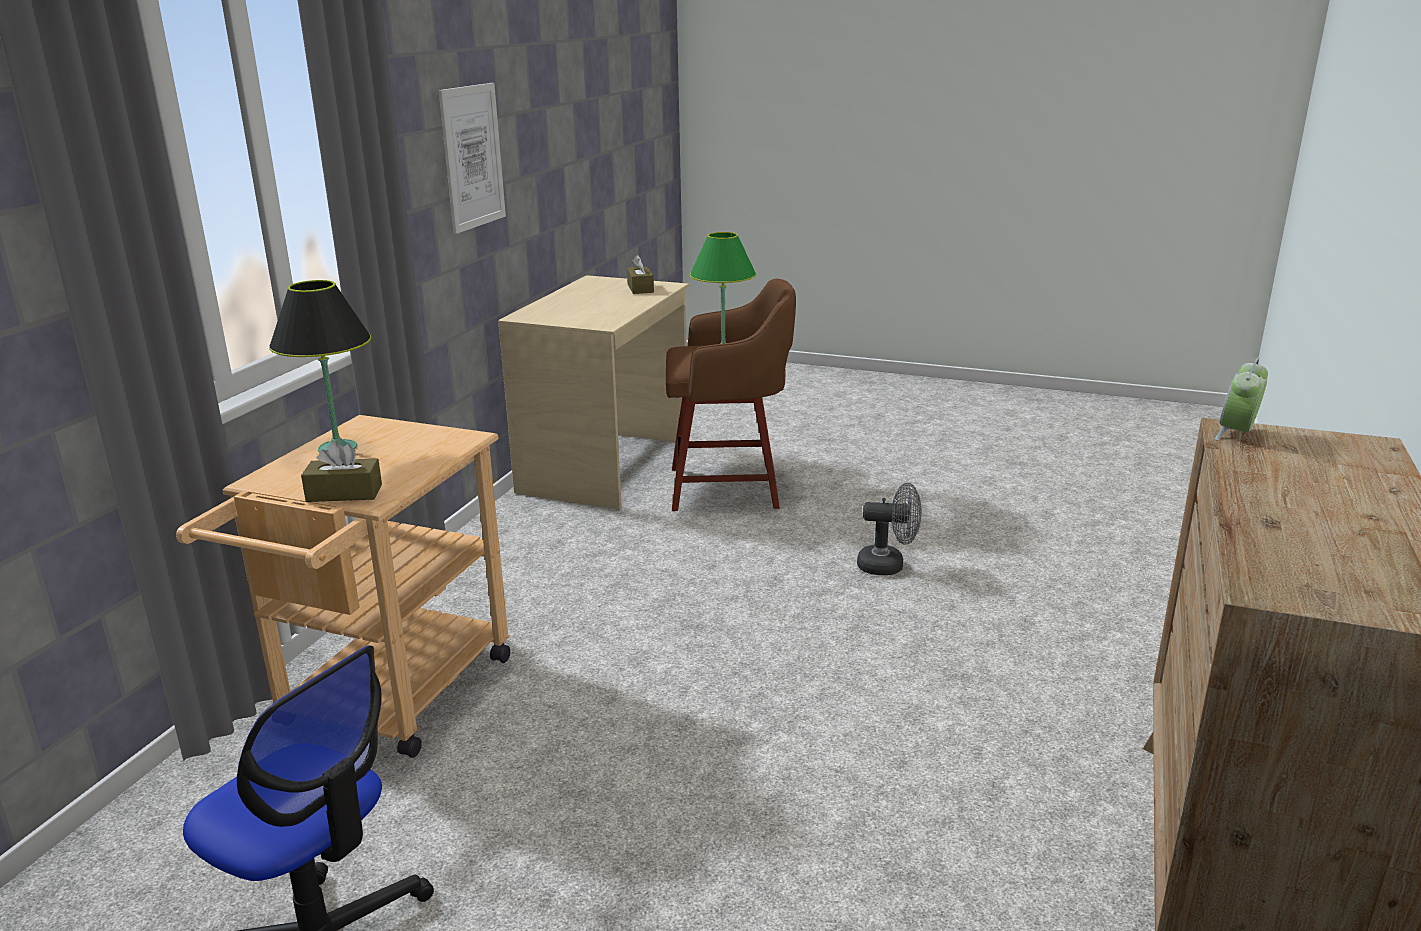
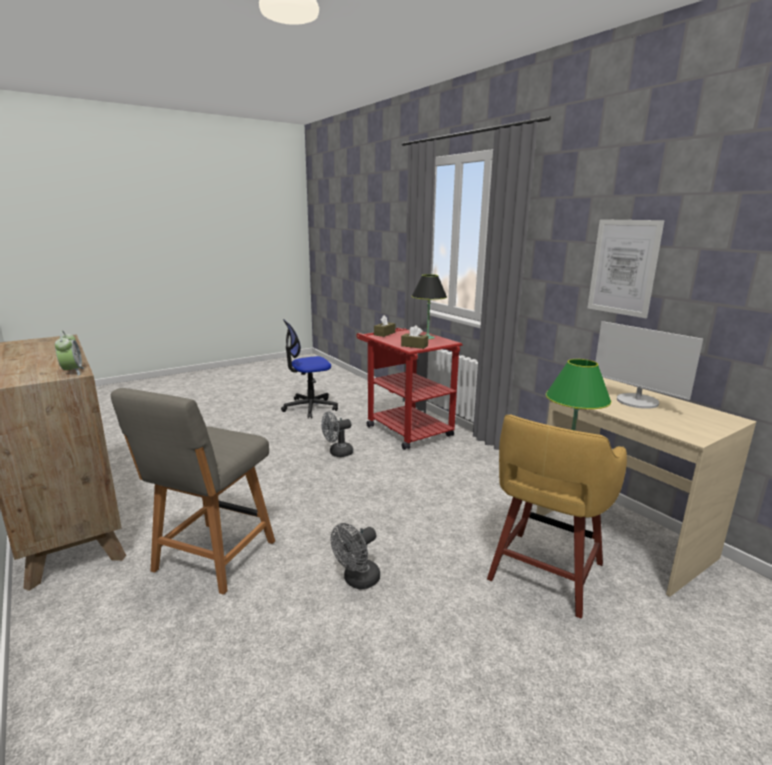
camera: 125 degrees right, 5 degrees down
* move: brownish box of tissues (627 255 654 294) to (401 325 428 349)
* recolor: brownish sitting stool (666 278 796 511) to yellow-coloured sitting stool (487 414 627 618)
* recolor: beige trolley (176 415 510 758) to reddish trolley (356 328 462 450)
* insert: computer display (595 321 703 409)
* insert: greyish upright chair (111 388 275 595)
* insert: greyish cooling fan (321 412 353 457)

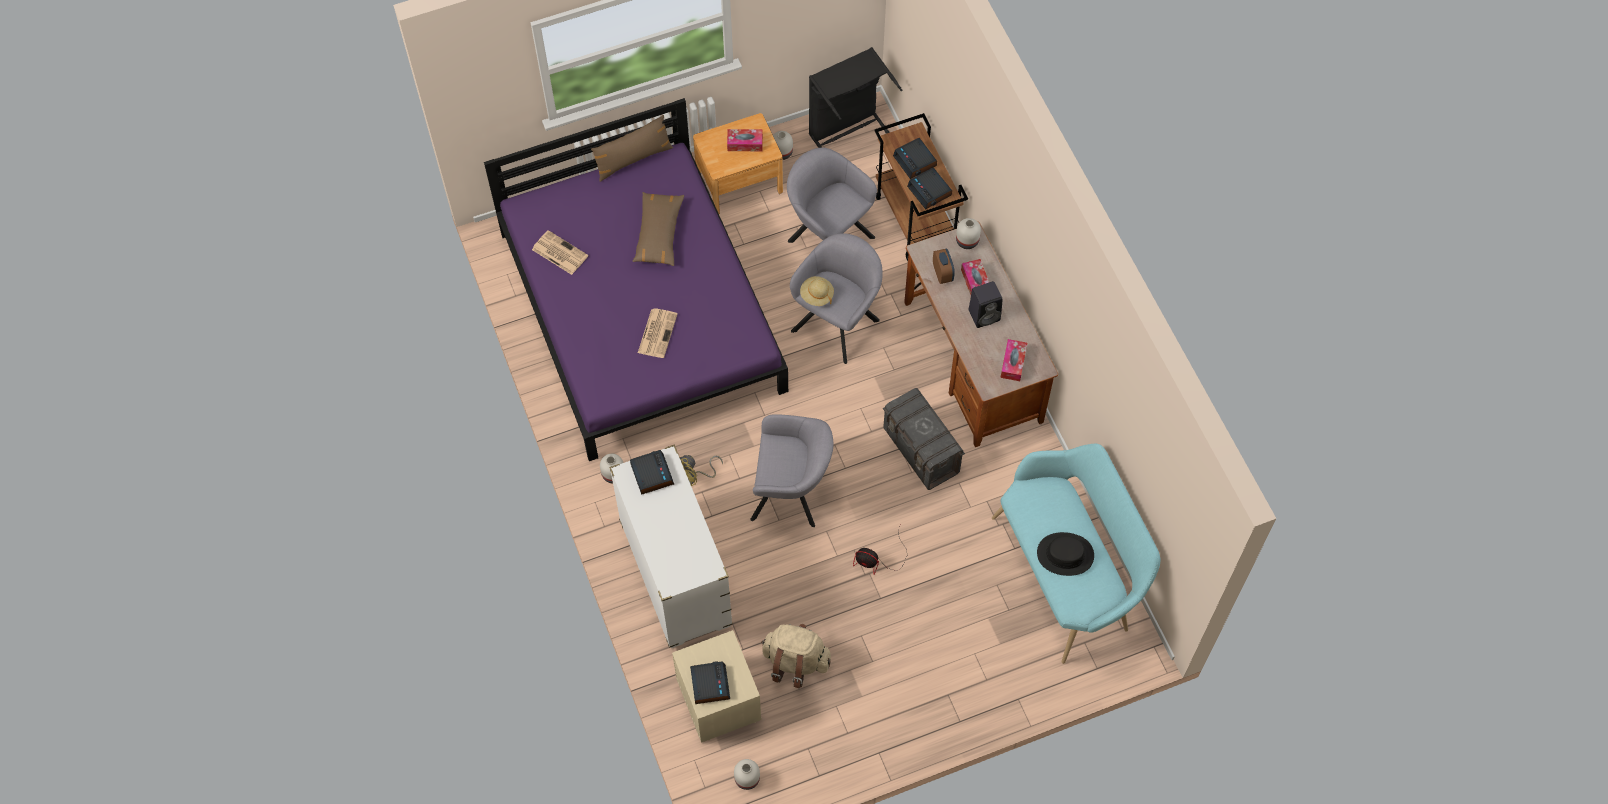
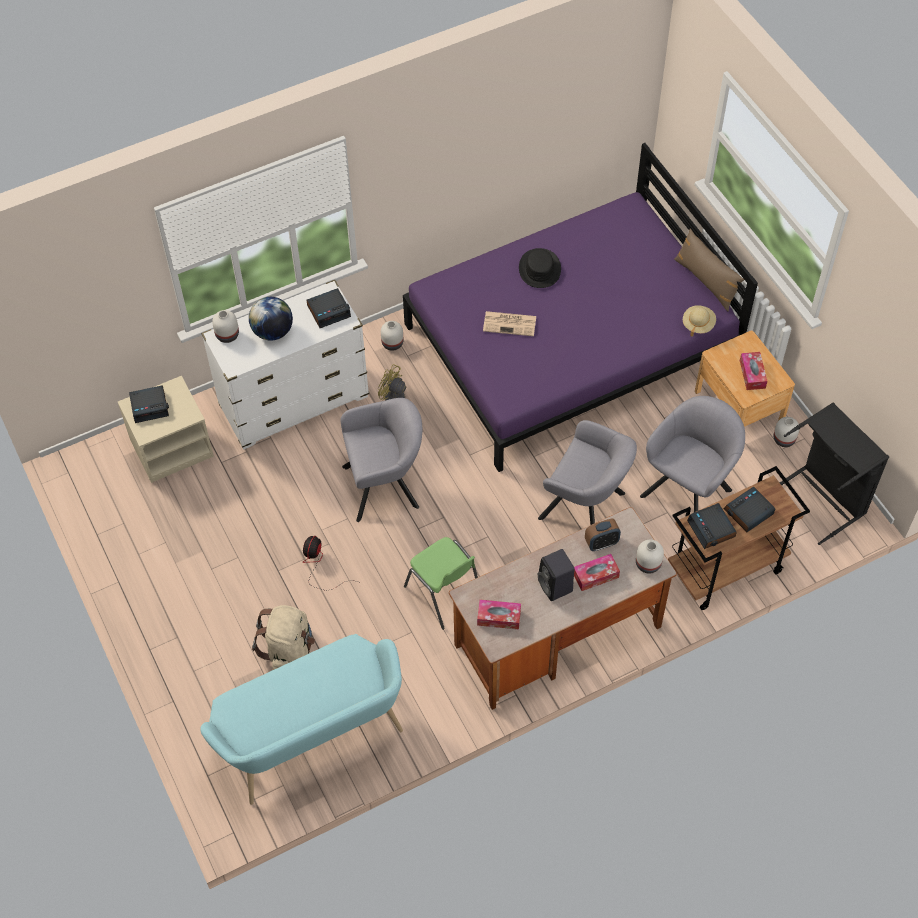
camera: 85 degrees right, 5 degrees down
* rotate: bedside clock (907 167 952 209) = (687 503 737 549) 75 degrees counterclockwise
* delete: brownish pillow (633 192 684 266)
* delete: daily paper (532 230 588 275)
* move: beige wearable hat (800 276 834 306) to (683 305 716 336)
* replace: greyish storage container (883 388 965 490) to green upright chair (404 537 478 630)
* rotate: greyish easy chair (750 414 833 527) = (340 398 422 522) 105 degrees counterclockwise
* move: blackish wearable hat (1037 532 1094 576) to (519 248 561 288)
* move: beige backpack (761 624 831 688) to (252 605 315 670)
* move: white-coloured flower vase (734 759 760 790) to (212 310 239 343)
* insert: desk globe (249 297 293 341)

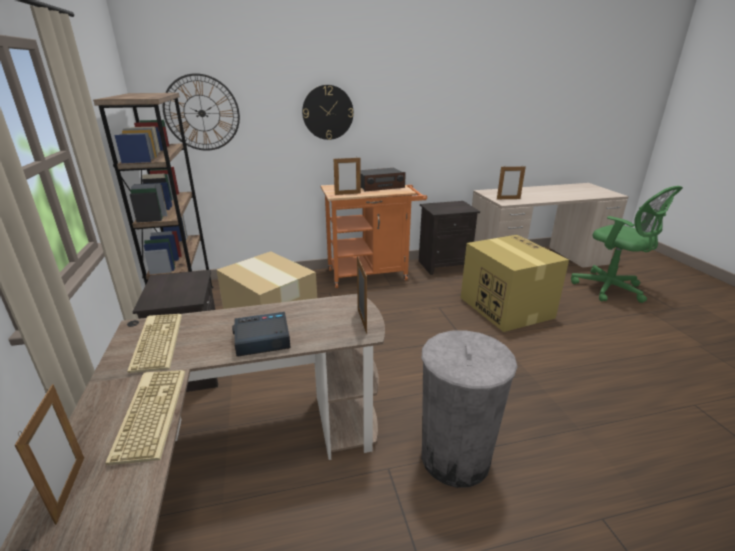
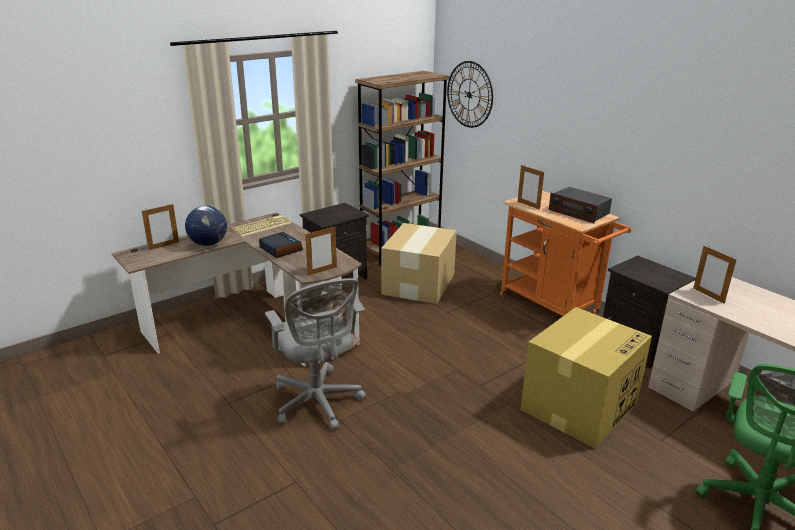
camera: 65 degrees right, 0 degrees up
* delete: wall clock (302 85 354 140)
* replace: greyish waste bin (421 330 518 488) to greyish computer chair (265 278 366 431)
* replace: PC keyboard (105 370 186 465) to desk globe (185 206 227 246)

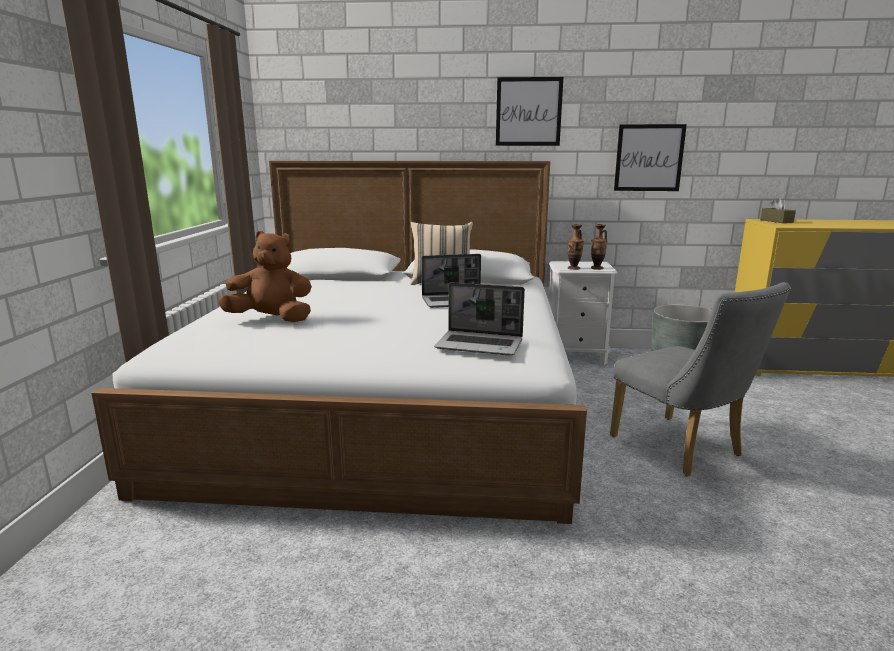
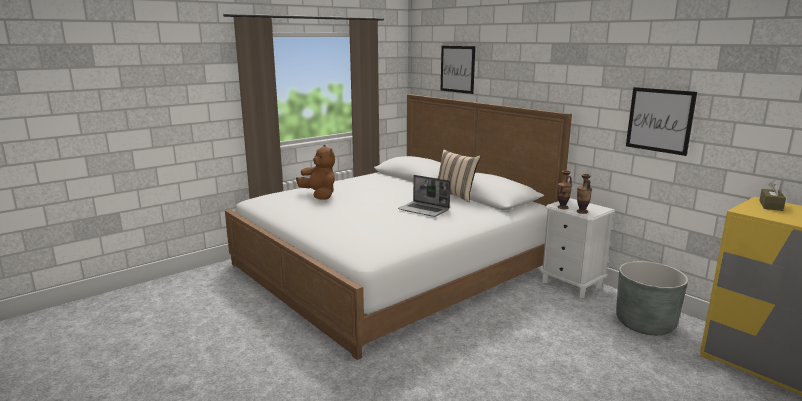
camera: 45 degrees right, 0 degrees up
* move: wall art (496 77 563 146) to (441 46 475 94)
* delete: notebook computer (434 282 525 356)
* delete: greyish upright chair (610 282 791 476)

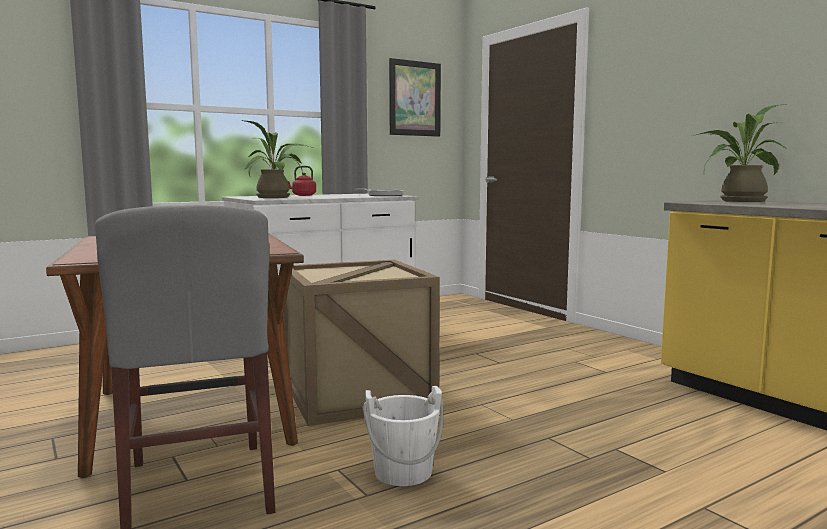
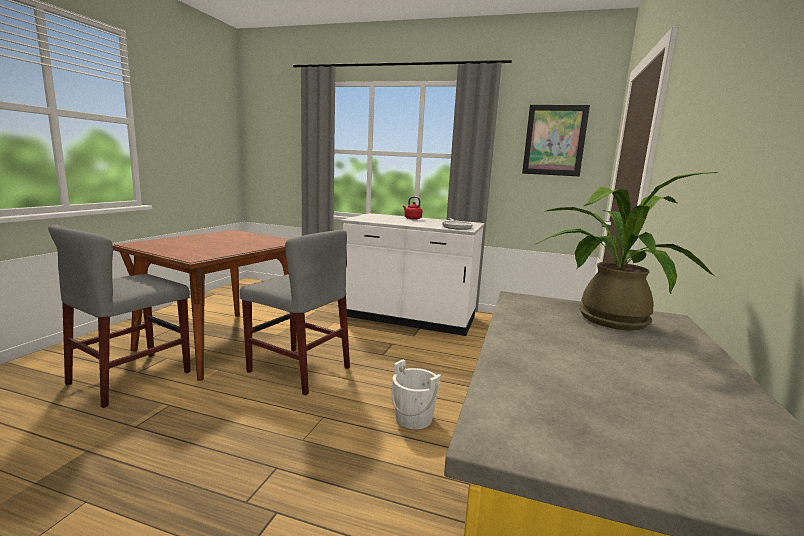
camera: 50 degrees right, 5 degrees up
* delete: plant in a pot (241 120 314 198)
* replace: shipping crate (283 260 440 426) to greyish upright chair (240 230 350 396)
* move: white-coloured water bucket (363 386 443 486) to (391 359 441 429)

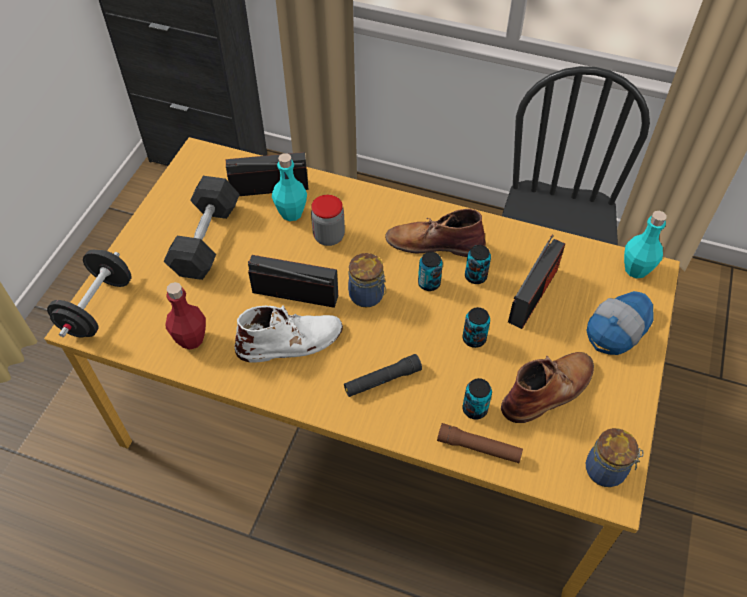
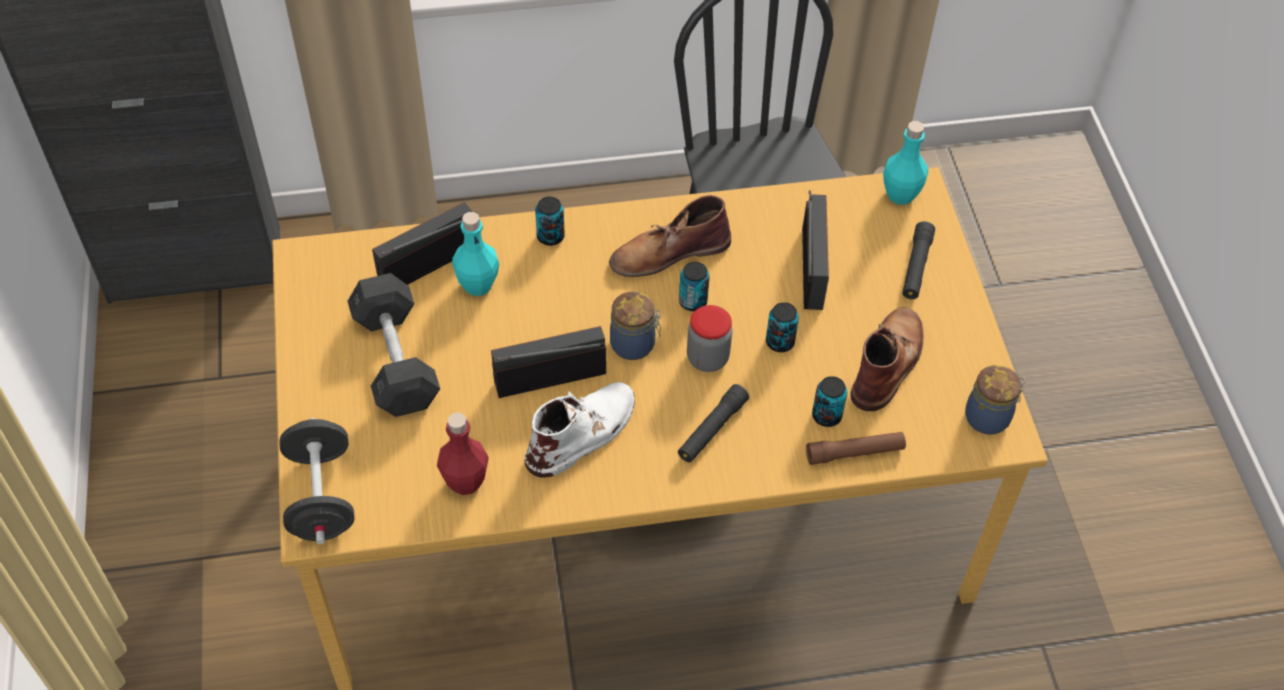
camera: 30 degrees left, 0 degrees up
* move: preserve jar (311 195 345 246) to (687 305 732 372)
* move: sealed can (465 245 491 284) to (535 197 565 246)
* replace: peaked cap (586 291 653 355) to blackish torch (902 221 935 299)

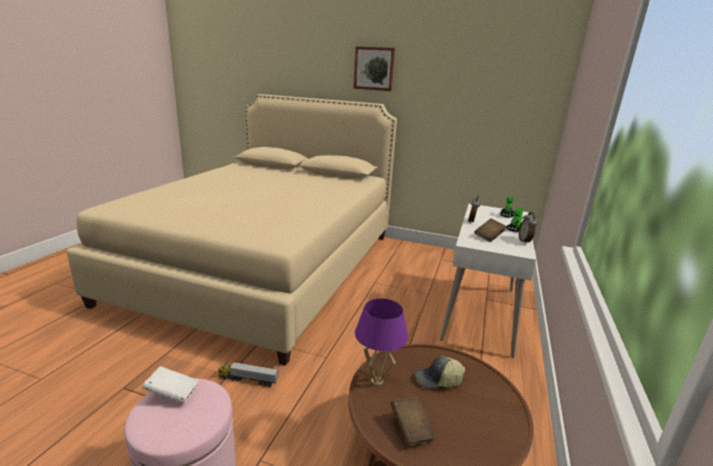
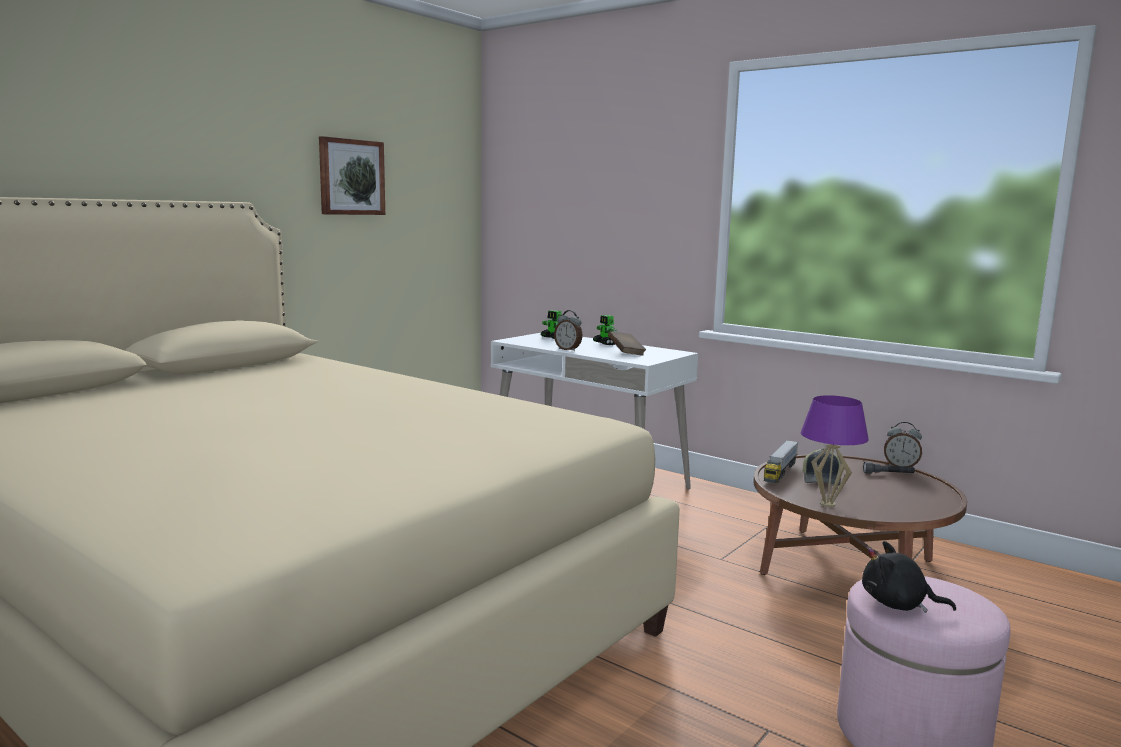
camera: 70 degrees left, 10 degrees down
* move: wall art (354 46 395 91) to (319 136 385 215)
* move: bedside clock (519 212 538 244) to (884 422 922 467)
* move: model truck (218 362 279 387) to (764 440 799 483)
* replace: white-coloured bound book (142 366 199 404) to blackish cuddly toy (862 541 956 613)
* delete: brownish bound book (390 397 436 446)
* insert: greyish torch (863 462 915 474)

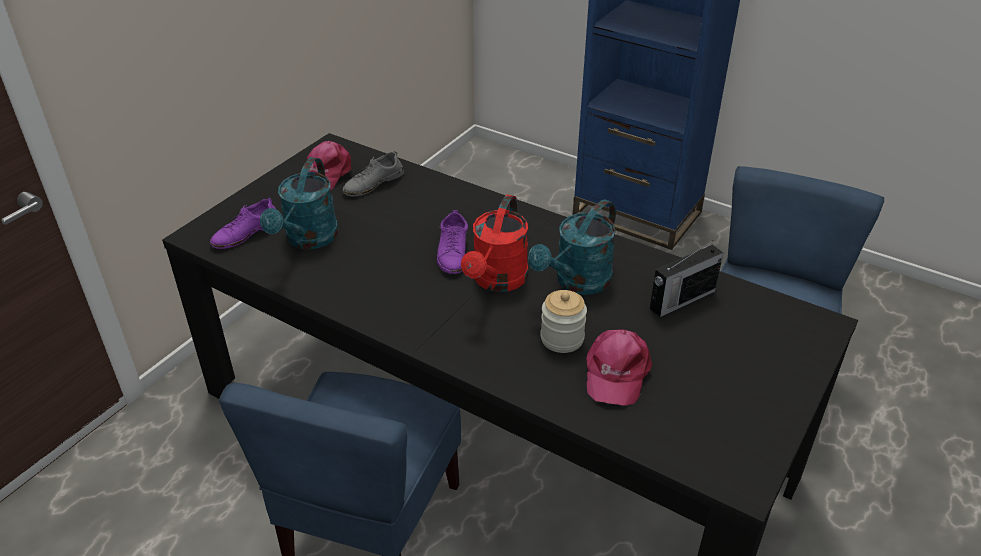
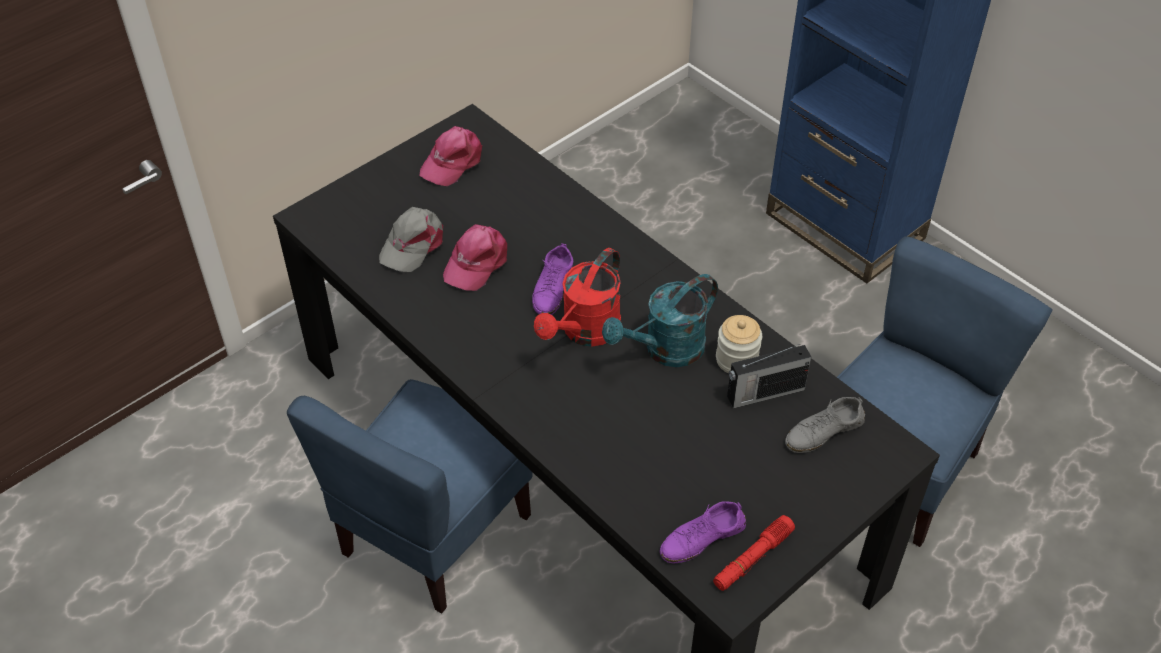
camera: 15 degrees right, 10 degrees up
* move: greyish shoe (343 151 404 196) to (785 397 865 453)
* replace: turquoise-coloured watering pot (260 157 338 250) to greyish peaked cap (379 207 443 272)
* move: purplish shoe (210 197 276 249) to (660 501 746 563)
* move: preserve jar (541 290 587 353) to (716 315 762 373)
* move: pink peaked cap (586 329 652 406) to (443 224 507 291)
* insert: reddish torch (713 515 795 591)

